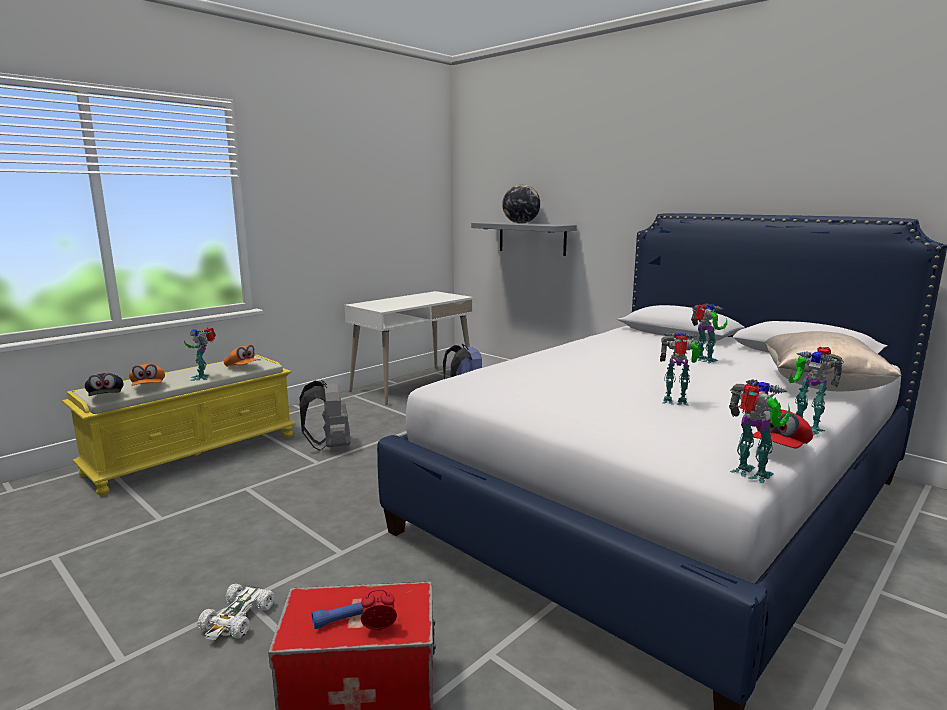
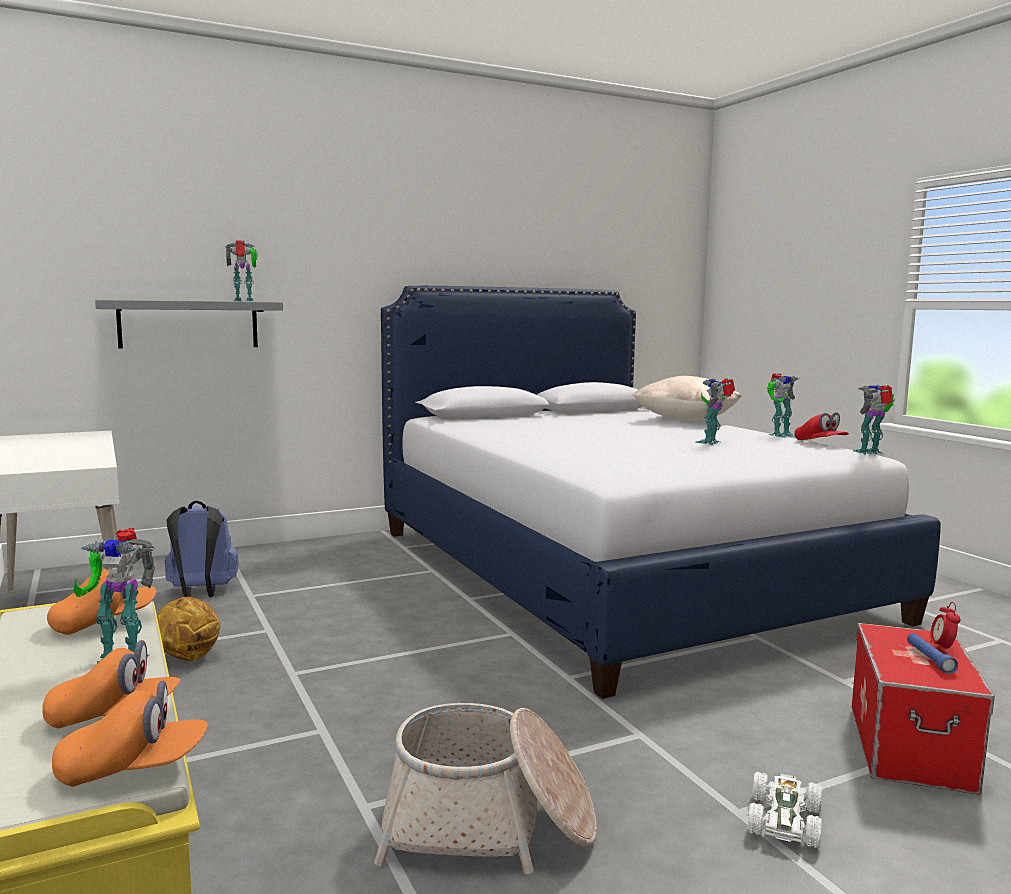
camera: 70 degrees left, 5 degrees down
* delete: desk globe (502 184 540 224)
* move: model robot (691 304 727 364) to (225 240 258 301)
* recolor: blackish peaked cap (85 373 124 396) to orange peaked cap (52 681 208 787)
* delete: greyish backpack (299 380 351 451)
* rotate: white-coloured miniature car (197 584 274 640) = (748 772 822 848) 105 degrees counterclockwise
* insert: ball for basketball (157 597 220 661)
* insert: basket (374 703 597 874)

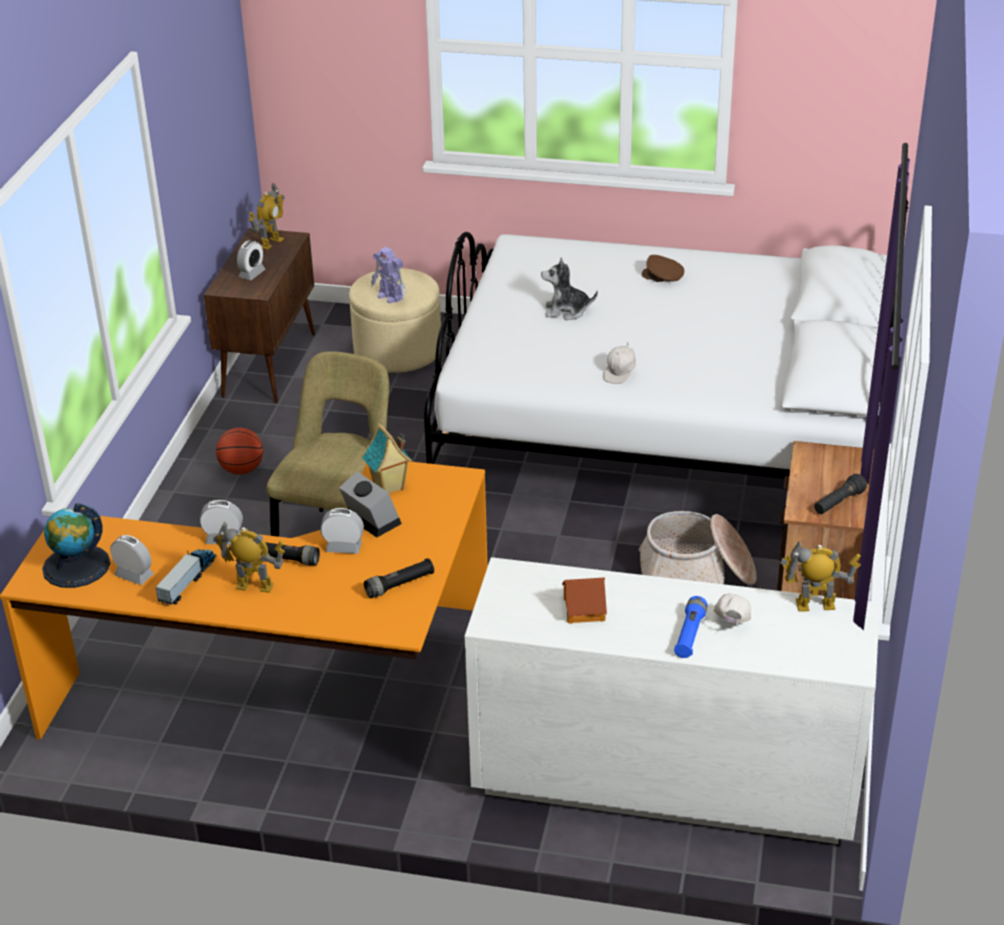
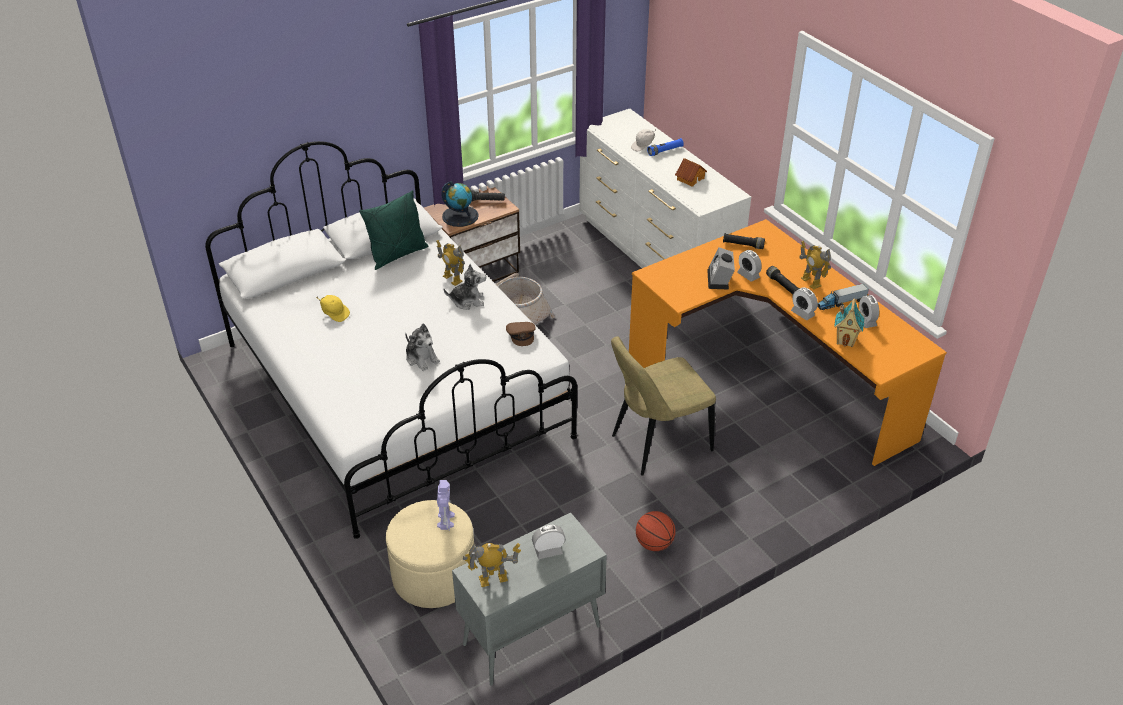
camera: 135 degrees left, 5 degrees up
* recolor: brownish cupboard (204 228 315 403) to greyish cupboard (452 513 607 686)
* move: brownish peaked cap (642 255 684 282) to (506 322 536 346)
* replace: white-coloured peaked cap (603 343 636 384) to cuddly toy (444 264 486 310)
* move: model house (362 423 412 493) to (834 298 865 347)
* move: desk globe (42 503 110 588) to (441 181 479 227)
* move: model robot (780 541 861 612) to (436 240 465 286)
* insert: green pillow (359 190 428 270)
* insert: yellow-coloured peaked cap (316 295 350 322)

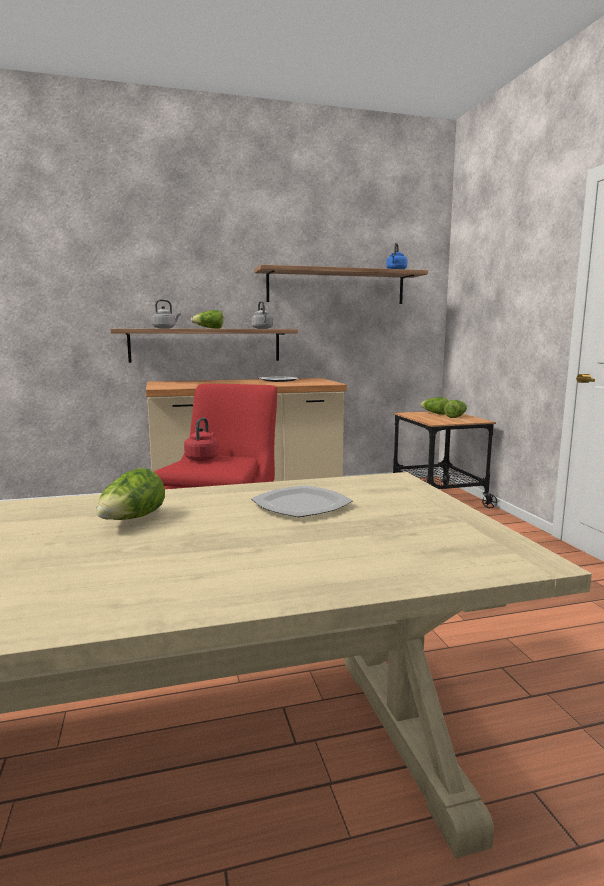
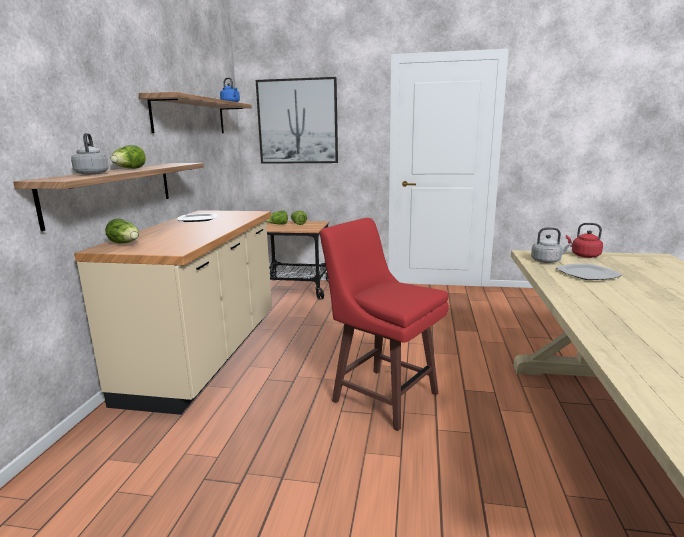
camera: 65 degrees left, 5 degrees up
* move: greyish tea kettle (252 301 273 329) to (531 227 572 263)
* move: reddish tea kettle (184 418 219 461) to (566 223 603 258)
* move: lettuce head (96 468 165 520) to (105 218 139 244)
* insert: wall art (256 77 338 164)

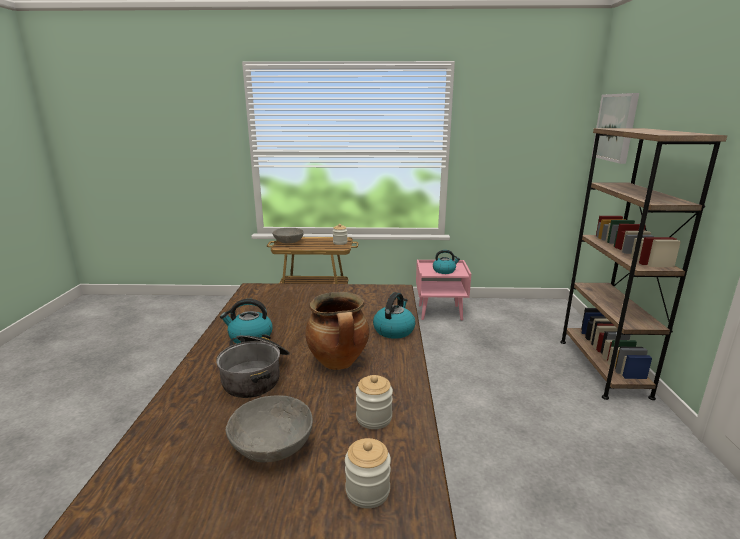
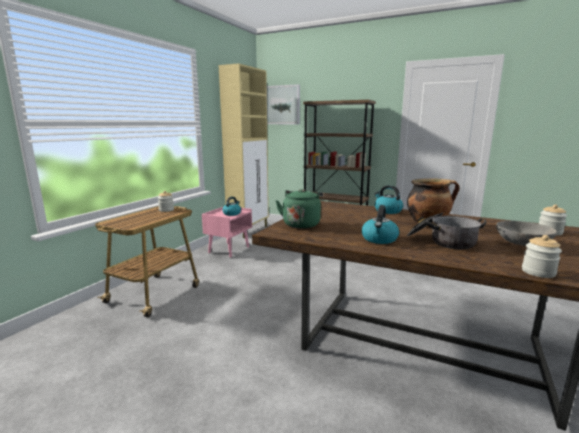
camera: 65 degrees left, 5 degrees down
* delete: greyish bowl (272 228 304 244)
* move: preserve jar (356 375 393 429) to (522 235 562 278)
* insert: beige cupboard (219 63 269 238)
* insert: green tea kettle (276 189 323 228)

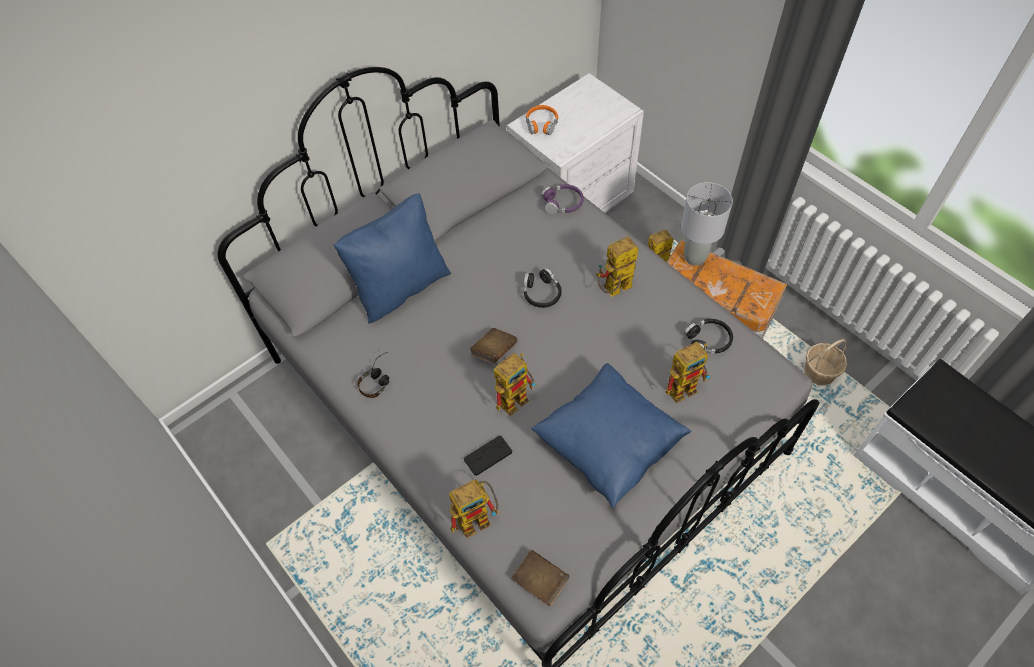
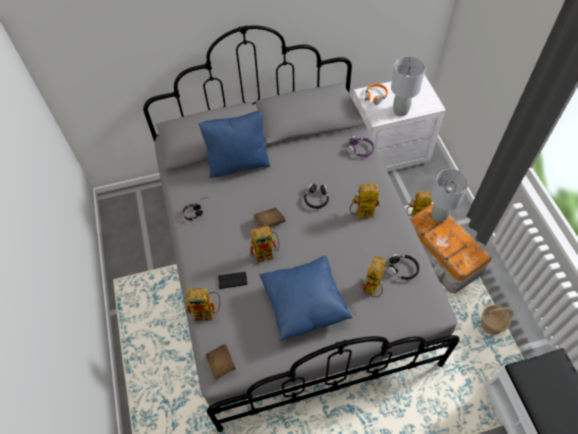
camera: 25 degrees right, 0 degrees up
* rotate: model robot (665 342 711 403) = (360 255 386 298) 120 degrees clockwise
* insert: greyish tabletop lamp (391 56 426 116)

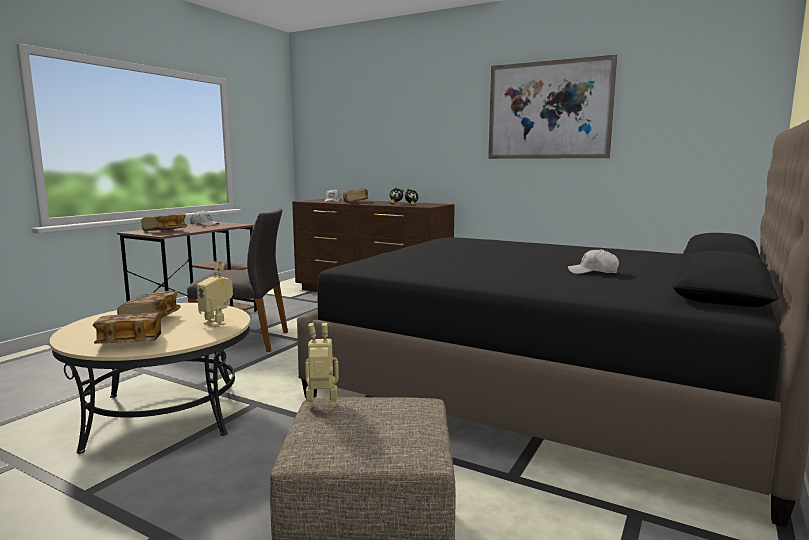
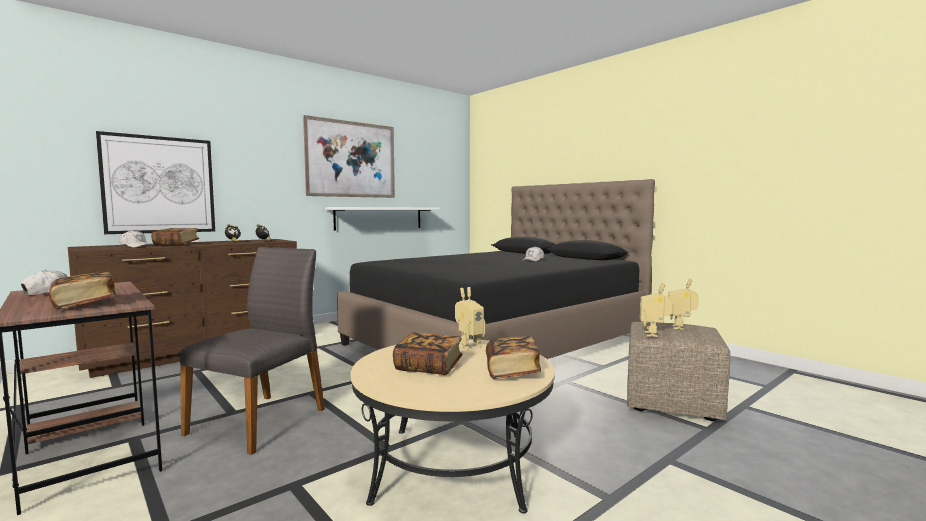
camera: 70 degrees left, 5 degrees down
* insert: wall art (96 131 215 234)
* insert: white-coloured wall shelf (325 207 440 231)
* insert: model robot (668 278 699 330)

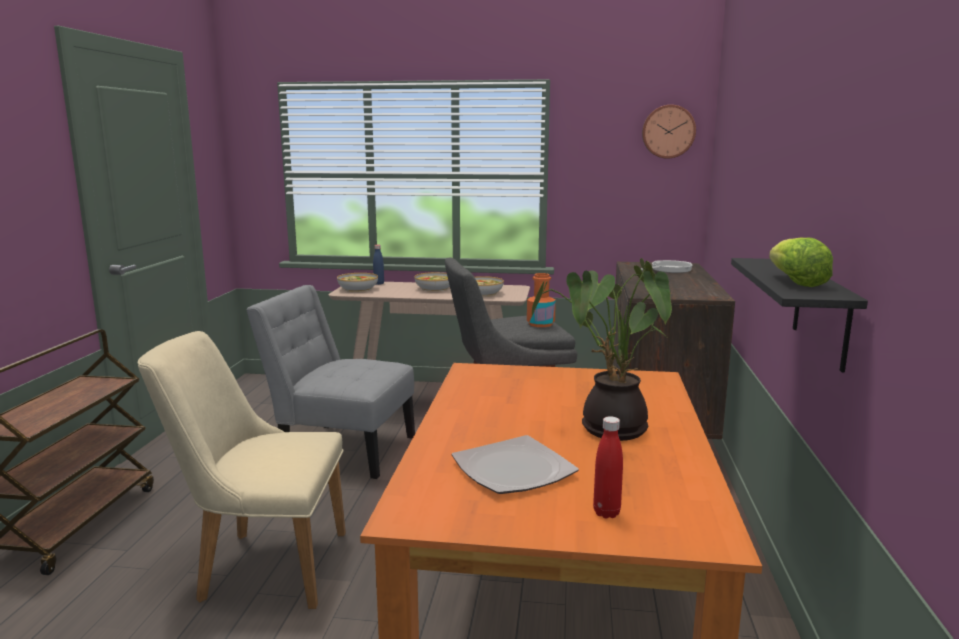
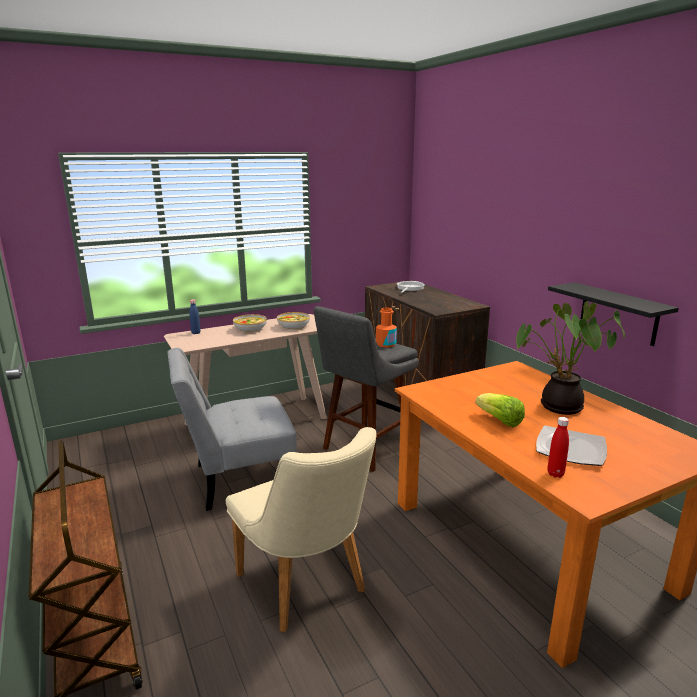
camera: 35 degrees left, 5 degrees up
* delete: wall clock (642 105 696 159)
* move: lettuce head (769 237 833 287) to (476 393 525 427)
* delete: bowl (337 273 378 292)
* rotate: beige upright chair (138 331 346 609) = (226 427 376 632) 90 degrees counterclockwise
* move: reddish drink bottle (593 416 623 519) to (547 417 569 478)

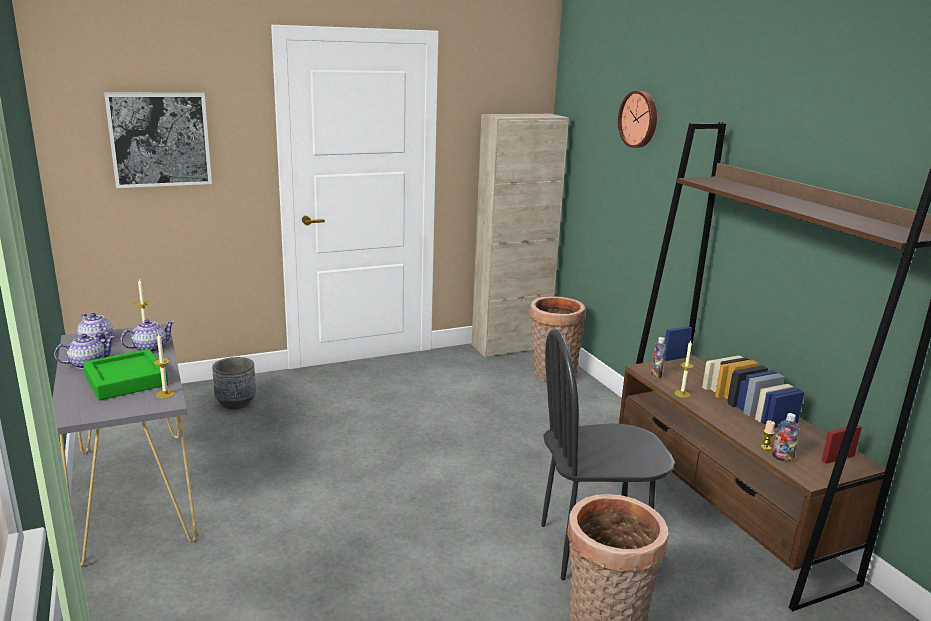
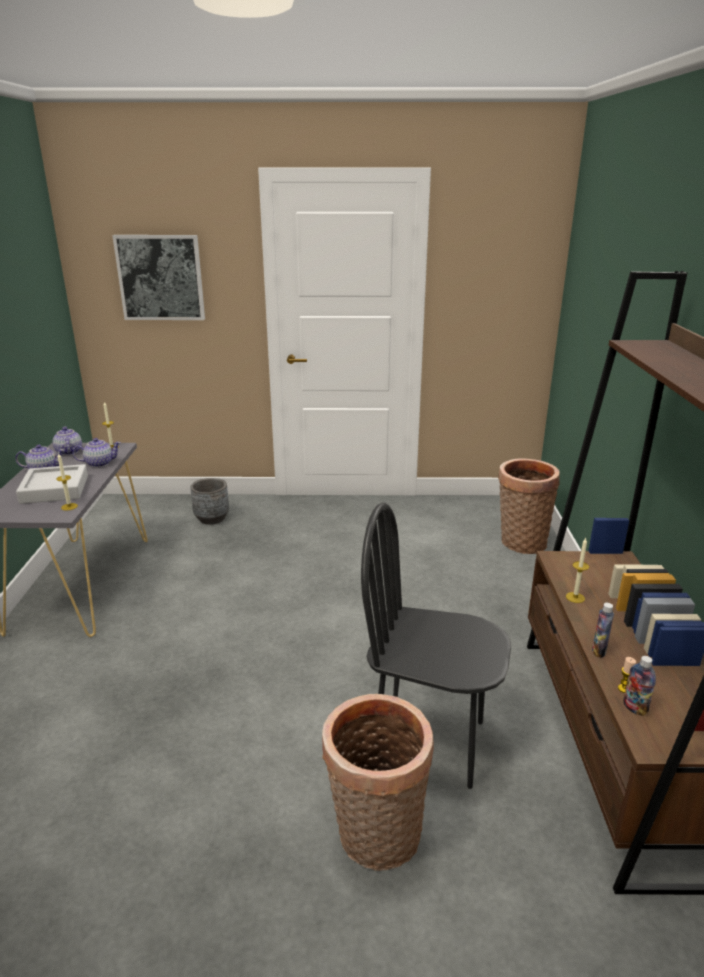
camera: 25 degrees right, 5 degrees up
* delete: wall clock (618 91 657 148)
* delete: beige cupboard (472 114 569 358)
* move: drink bottle (651 337 666 378) to (592 603 614 658)
* recolor: green tray (83 349 168 400) to greyish tray (16 464 88 504)

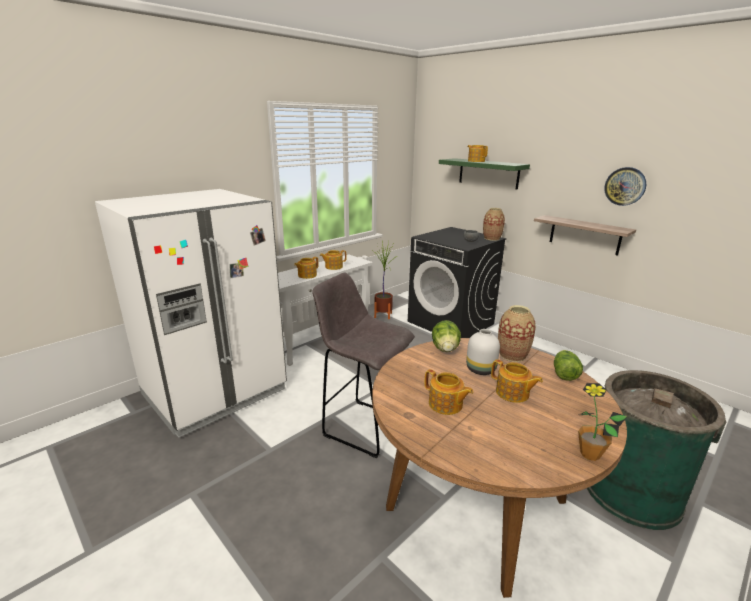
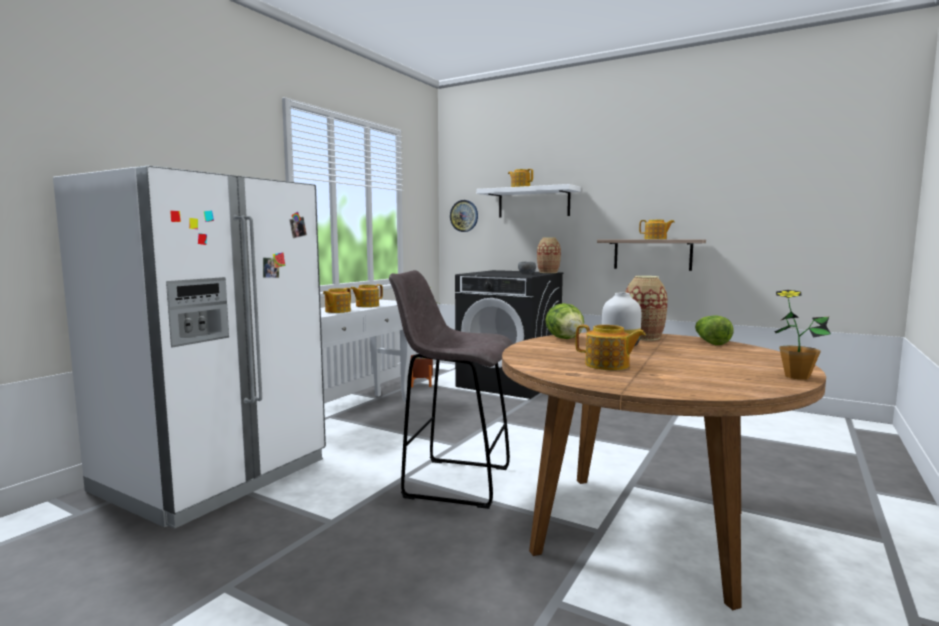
camera: 15 degrees left, 15 degrees down
* recolor: green wall shelf (439 158 530 190) to white-coloured wall shelf (476 184 581 217)
* move: wall clock (604 167 646 206) to (450 200 478 232)
* move: tea pot (491 359 543 403) to (639 220 675 239)
* delete: green waste bin (586 370 727 530)

